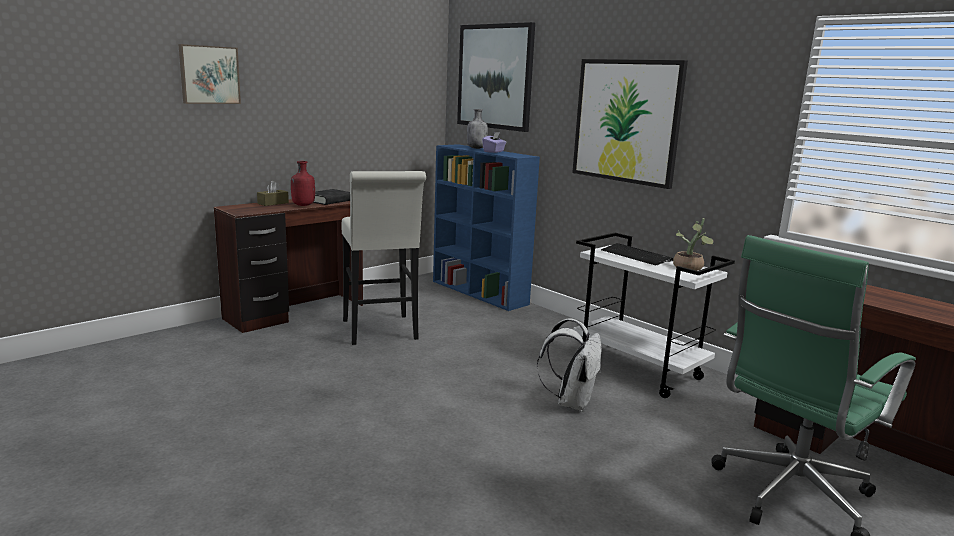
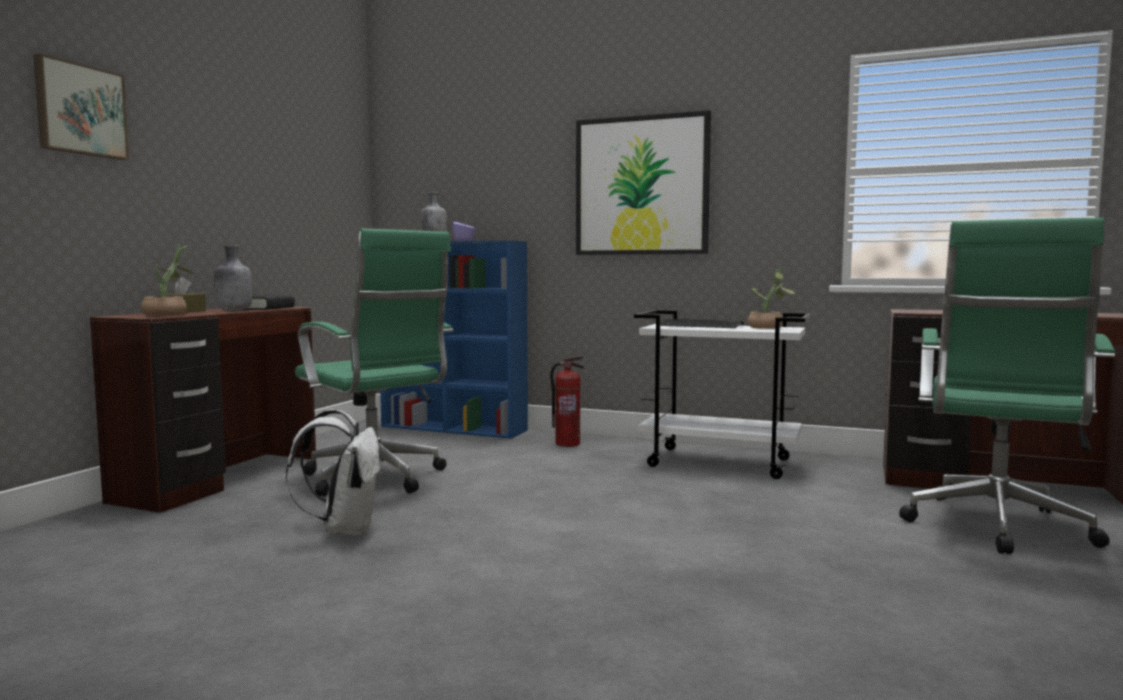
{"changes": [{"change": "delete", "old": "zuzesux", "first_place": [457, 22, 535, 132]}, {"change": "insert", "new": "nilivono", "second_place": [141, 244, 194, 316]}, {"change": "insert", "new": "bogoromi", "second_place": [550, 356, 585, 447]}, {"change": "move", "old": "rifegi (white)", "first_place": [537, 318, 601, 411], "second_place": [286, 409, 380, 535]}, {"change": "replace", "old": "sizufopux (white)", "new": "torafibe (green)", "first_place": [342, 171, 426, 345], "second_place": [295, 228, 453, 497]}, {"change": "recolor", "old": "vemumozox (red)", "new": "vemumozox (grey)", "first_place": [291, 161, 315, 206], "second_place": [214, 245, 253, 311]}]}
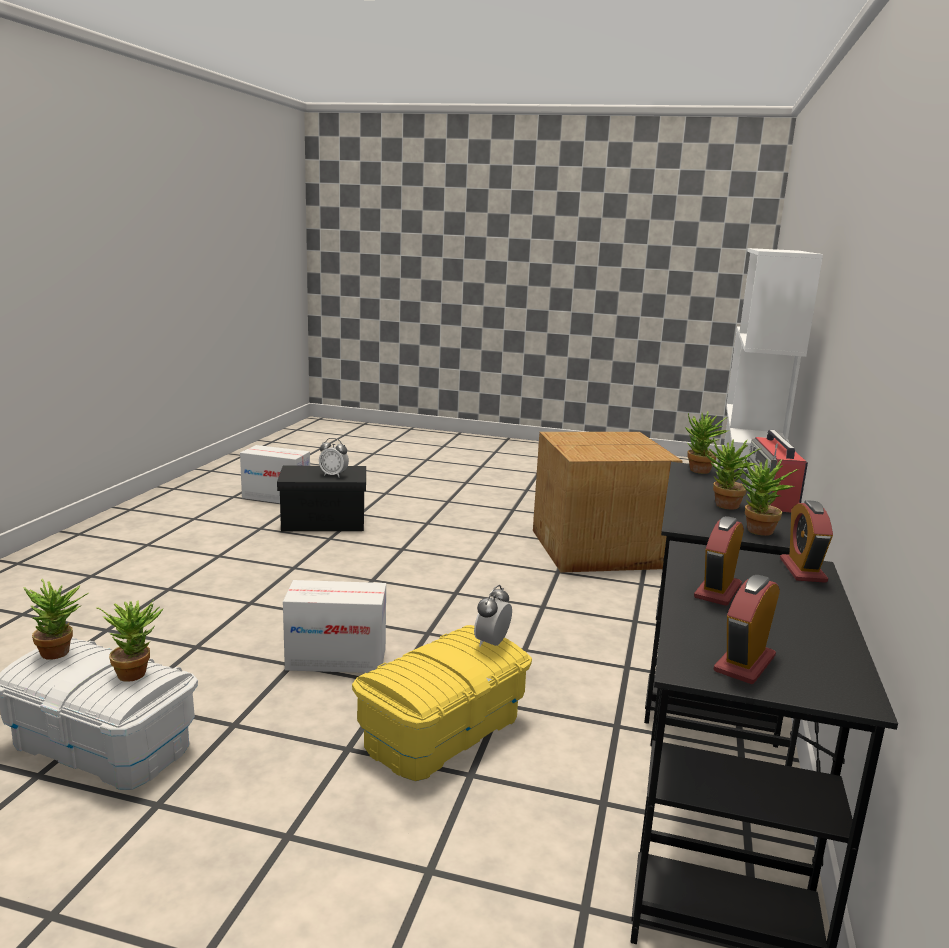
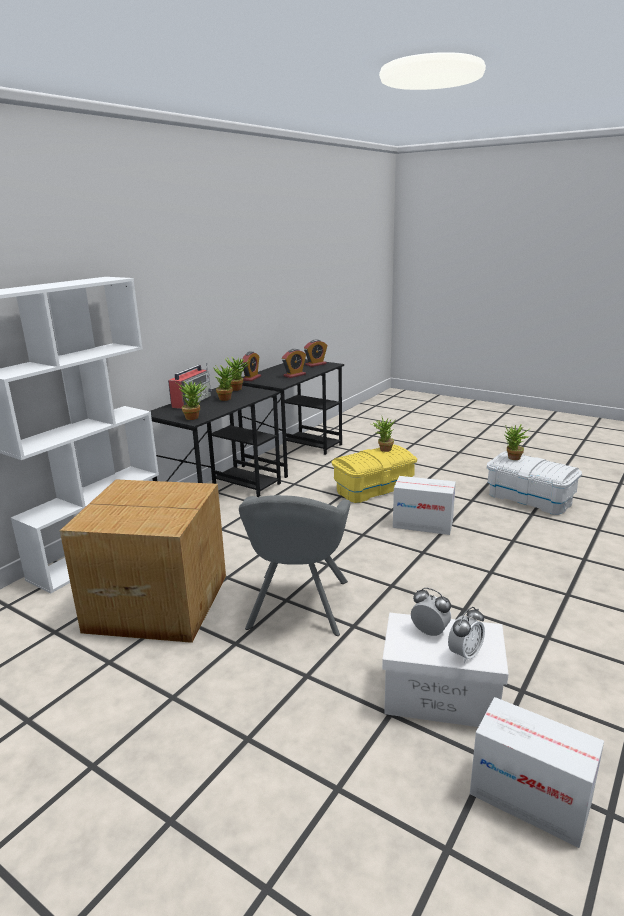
{"changes": [{"change": "insert", "new": "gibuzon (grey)", "second_place": [239, 495, 351, 636]}, {"change": "move", "old": "nilivono", "first_place": [23, 579, 89, 660], "second_place": [371, 417, 395, 452]}, {"change": "move", "old": "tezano", "first_place": [474, 585, 512, 647], "second_place": [448, 607, 485, 663]}, {"change": "recolor", "old": "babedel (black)", "new": "babedel (white)", "first_place": [277, 466, 366, 531], "second_place": [382, 613, 509, 727]}]}
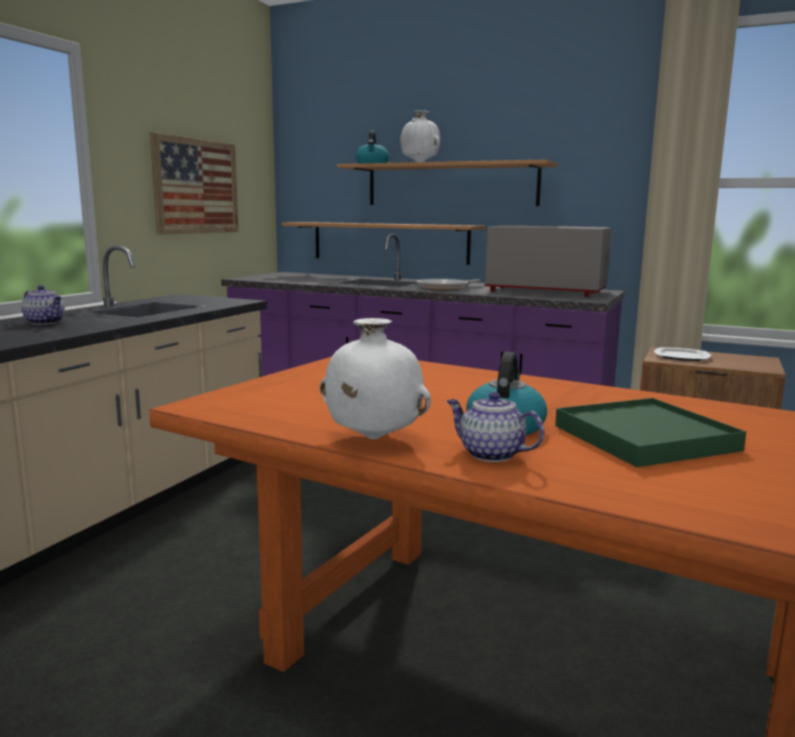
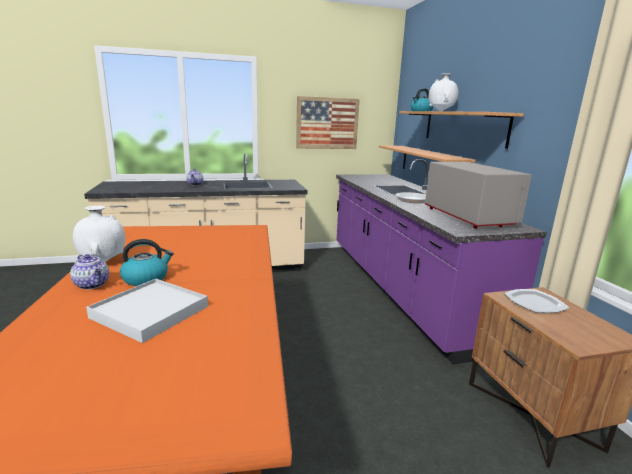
{"changes": [{"change": "recolor", "old": "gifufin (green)", "new": "gifufin (white)", "first_place": [555, 398, 746, 467], "second_place": [86, 279, 208, 343]}, {"change": "rotate", "old": "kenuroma", "first_place": [447, 392, 545, 462], "second_place": [70, 254, 109, 289], "degrees": 135}]}
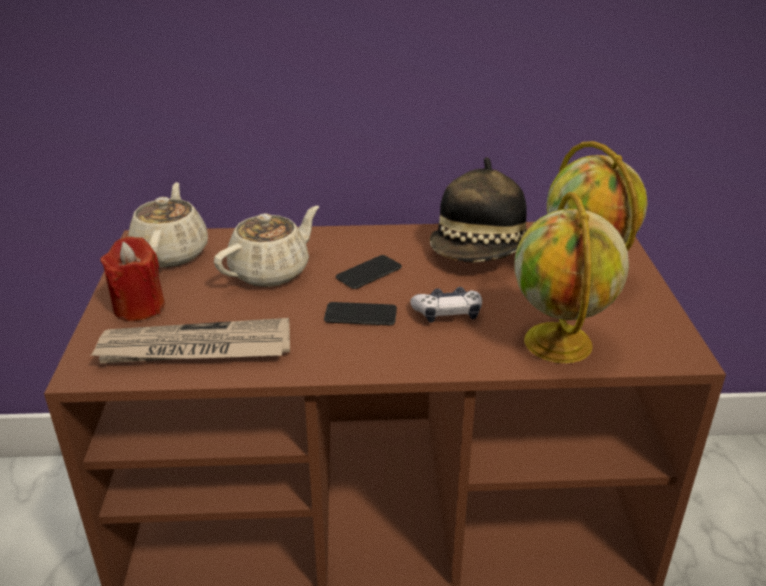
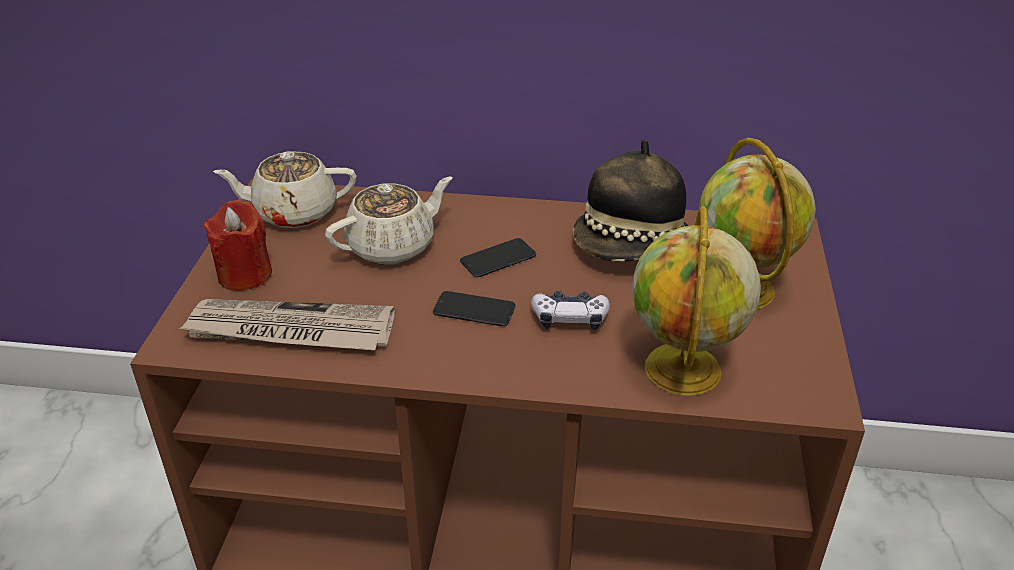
{"changes": [{"change": "rotate", "old": "kenuroma (beige)", "first_place": [128, 182, 208, 267], "second_place": [213, 151, 357, 228], "degrees": -105}]}
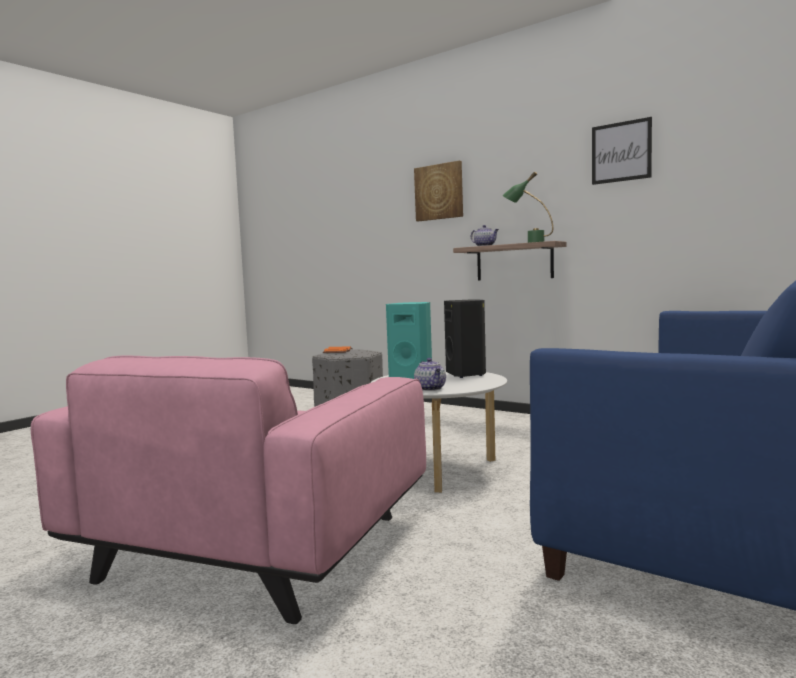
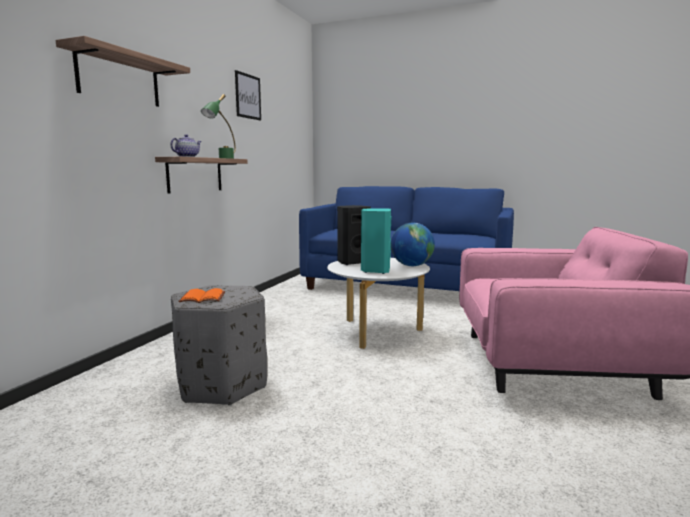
{"changes": [{"change": "replace", "old": "zuzesux", "new": "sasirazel", "first_place": [414, 161, 463, 221], "second_place": [56, 36, 190, 107]}, {"change": "replace", "old": "kenuroma", "new": "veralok", "first_place": [414, 358, 446, 391], "second_place": [391, 223, 435, 266]}]}
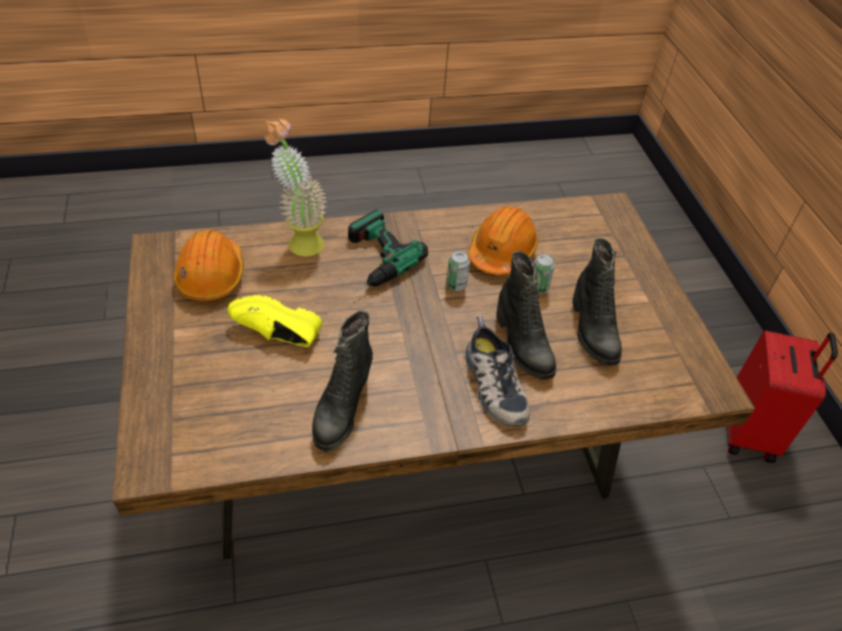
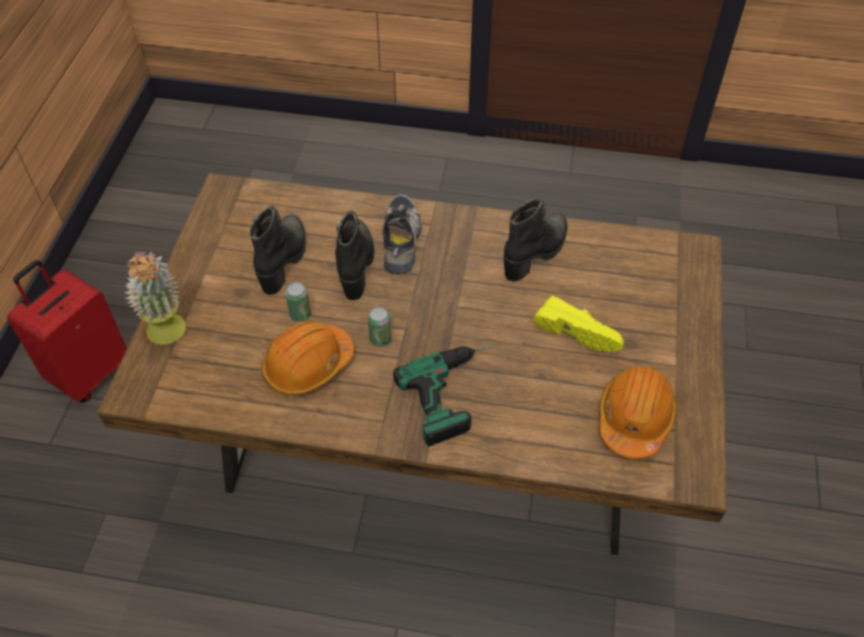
{"changes": [{"change": "move", "old": "nilivono", "first_place": [264, 119, 327, 256], "second_place": [124, 251, 186, 345]}]}
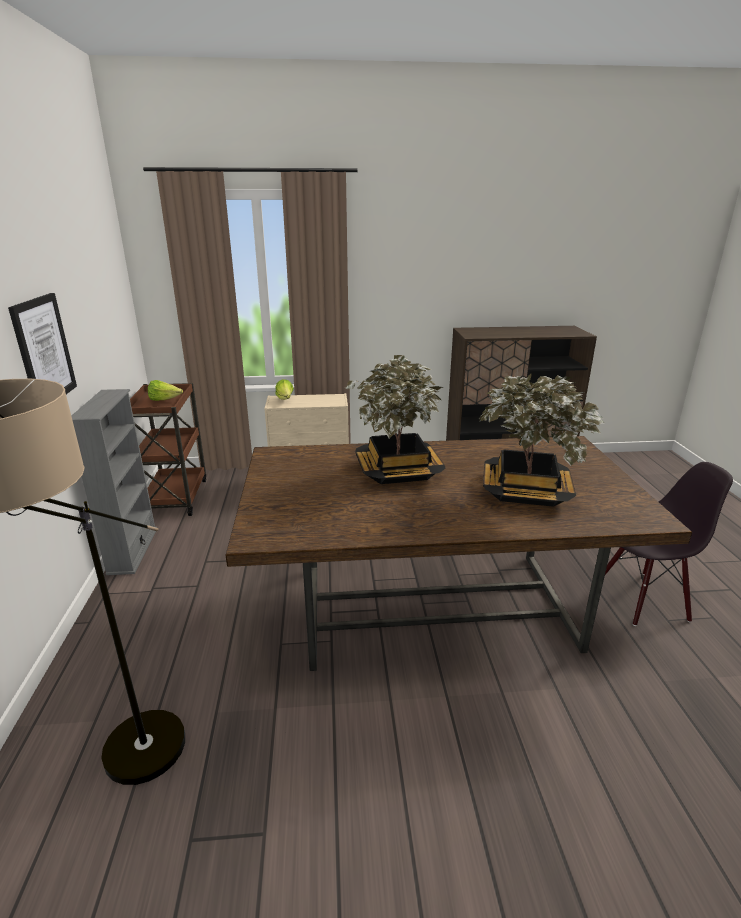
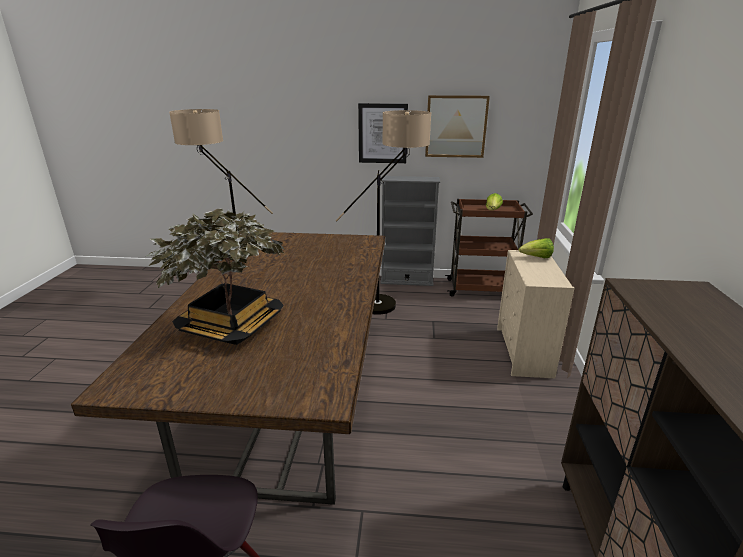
{"changes": [{"change": "delete", "old": "nilivono", "first_place": [345, 355, 445, 484]}, {"change": "insert", "new": "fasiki", "second_place": [336, 110, 431, 315]}, {"change": "insert", "new": "zuzesux", "second_place": [425, 95, 490, 158]}]}
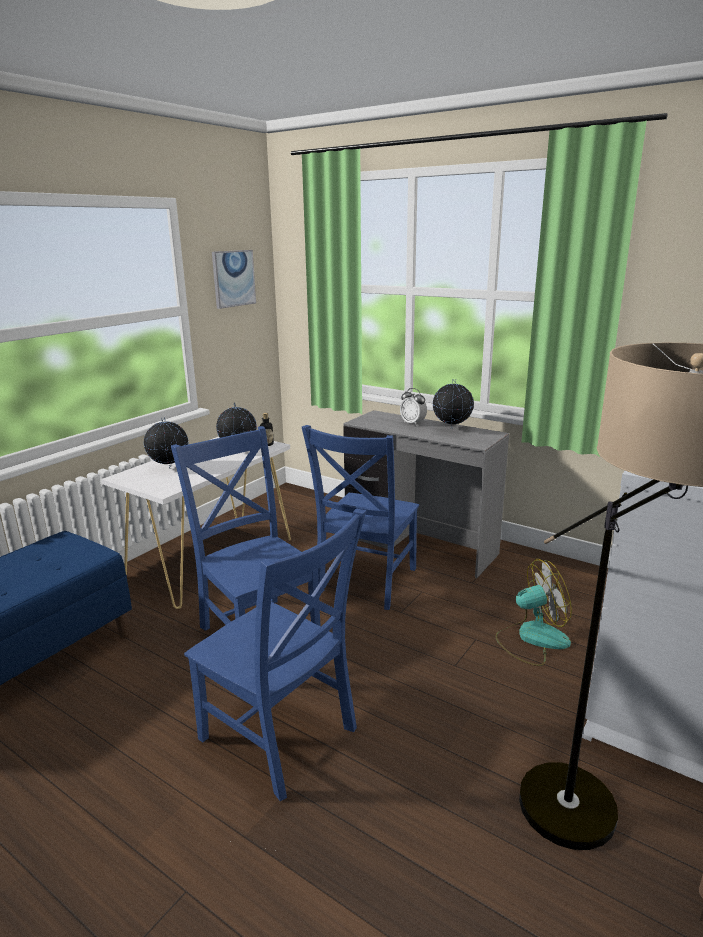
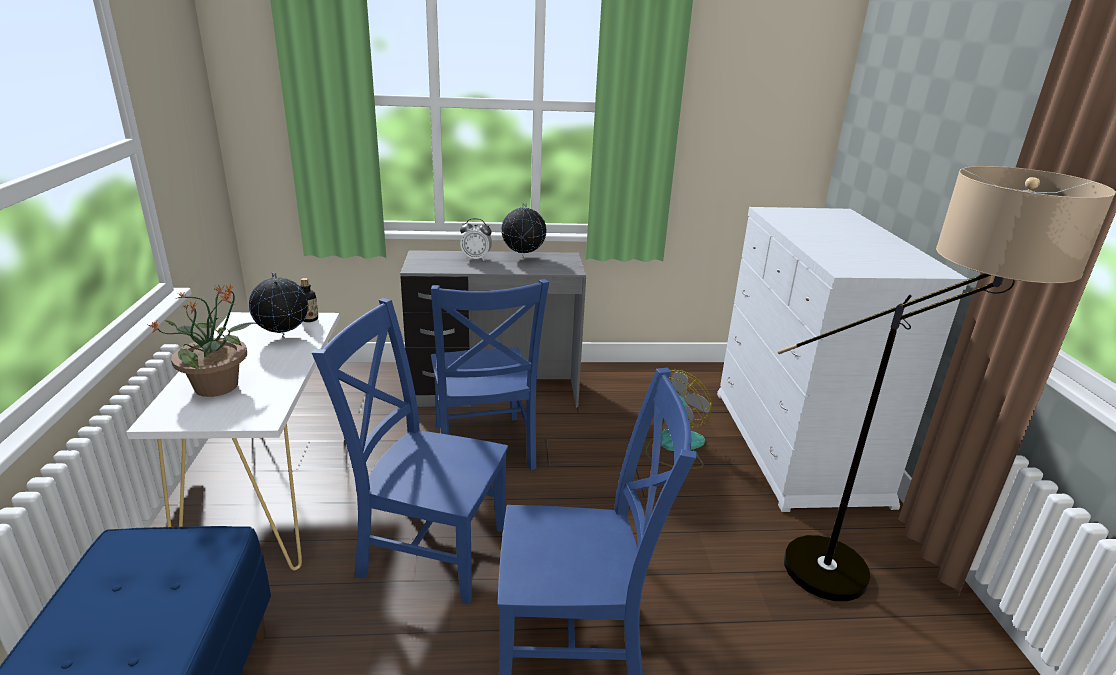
{"changes": [{"change": "delete", "old": "zuzesux", "first_place": [212, 250, 256, 309]}, {"change": "replace", "old": "veralok", "new": "nilivono", "first_place": [144, 417, 189, 469], "second_place": [149, 285, 257, 397]}]}
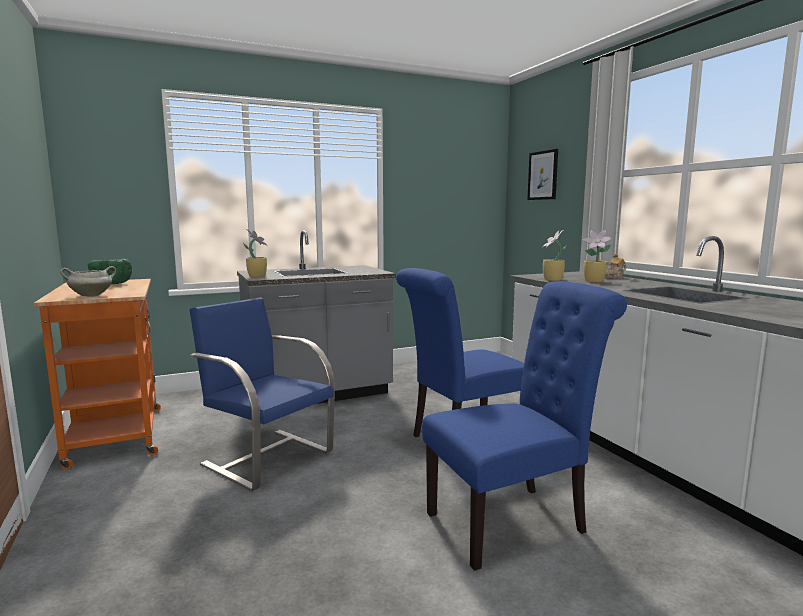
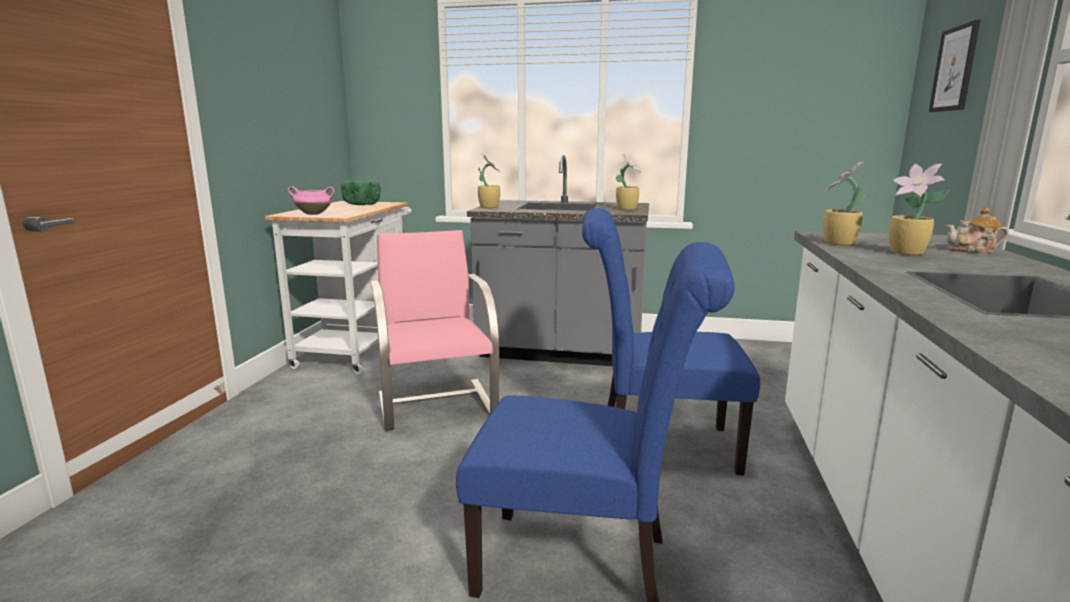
{"changes": [{"change": "insert", "new": "nilivono", "second_place": [616, 154, 642, 210]}, {"change": "recolor", "old": "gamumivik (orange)", "new": "gamumivik (white)", "first_place": [34, 279, 161, 470], "second_place": [265, 201, 411, 374]}, {"change": "recolor", "old": "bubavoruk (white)", "new": "bubavoruk (pink)", "first_place": [60, 266, 116, 297], "second_place": [288, 186, 335, 215]}, {"change": "recolor", "old": "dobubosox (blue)", "new": "dobubosox (pink)", "first_place": [189, 297, 335, 491], "second_place": [370, 230, 499, 431]}]}
